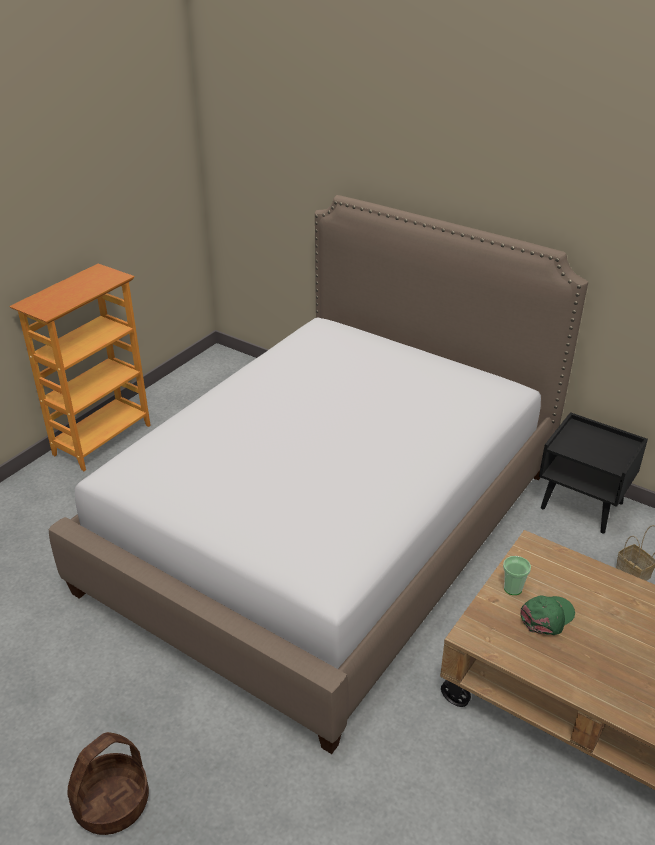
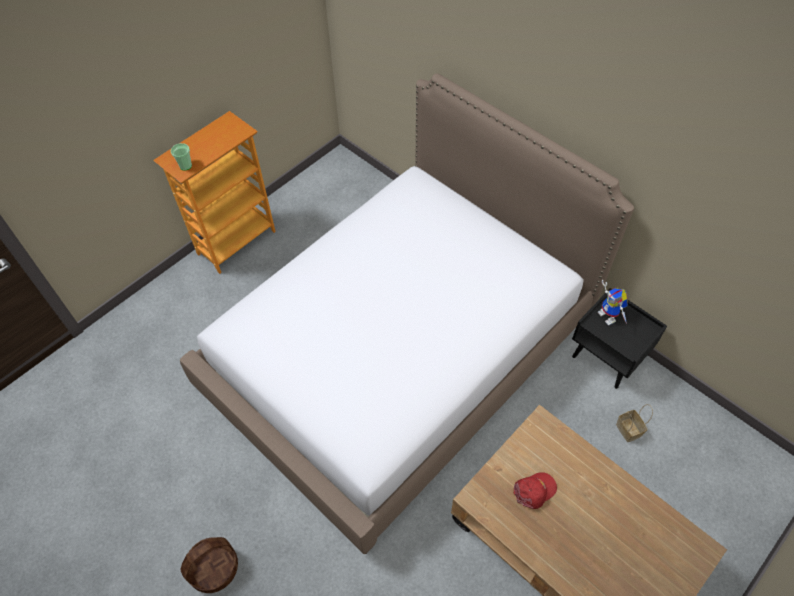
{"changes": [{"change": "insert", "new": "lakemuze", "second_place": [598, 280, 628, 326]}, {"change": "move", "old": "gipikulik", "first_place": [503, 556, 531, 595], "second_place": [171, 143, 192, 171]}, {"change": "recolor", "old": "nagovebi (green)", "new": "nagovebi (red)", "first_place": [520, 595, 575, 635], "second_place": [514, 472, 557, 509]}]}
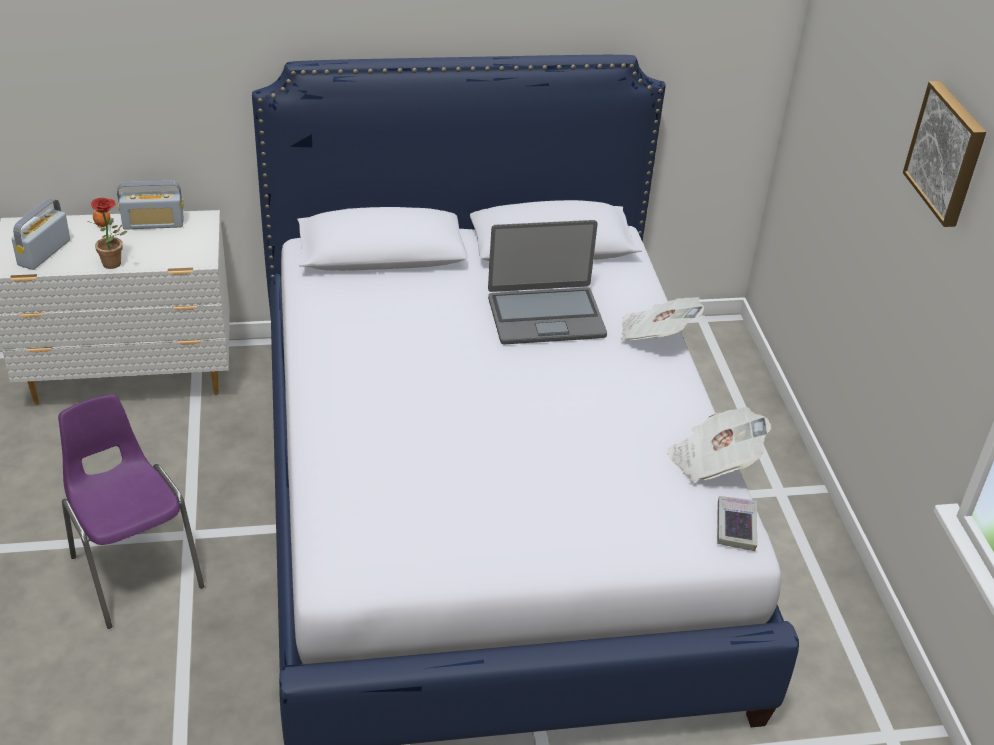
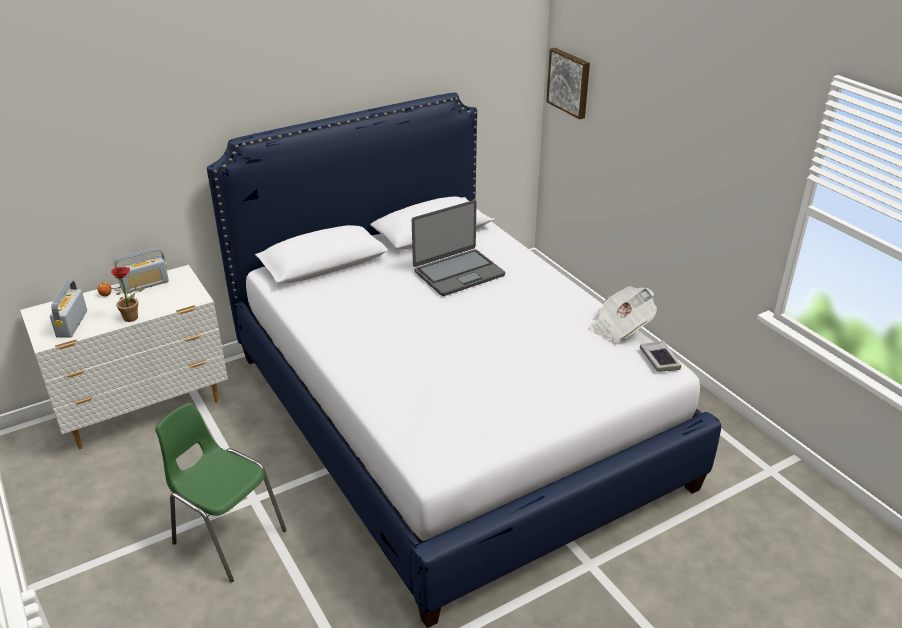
{"changes": [{"change": "delete", "old": "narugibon", "first_place": [621, 297, 704, 340]}, {"change": "move", "old": "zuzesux", "first_place": [903, 81, 986, 227], "second_place": [546, 48, 590, 119]}, {"change": "recolor", "old": "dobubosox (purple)", "new": "dobubosox (green)", "first_place": [58, 394, 204, 629], "second_place": [155, 403, 287, 582]}]}
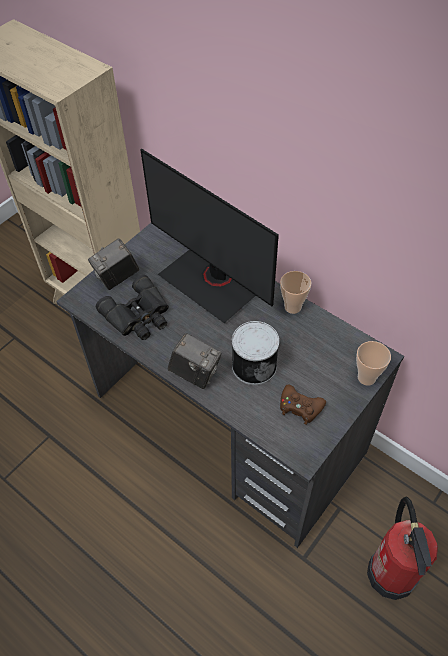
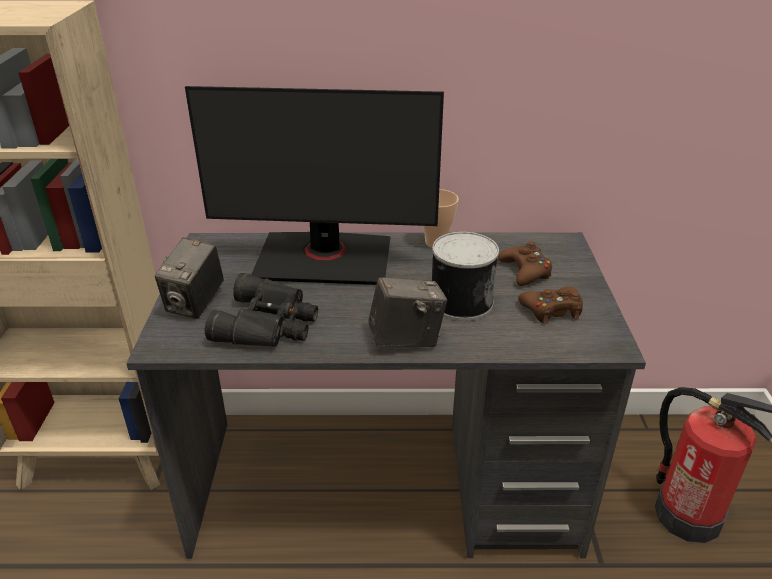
{"changes": [{"change": "delete", "old": "gipikulik", "first_place": [356, 341, 391, 386]}, {"change": "insert", "new": "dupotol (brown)", "second_place": [498, 241, 552, 286]}]}
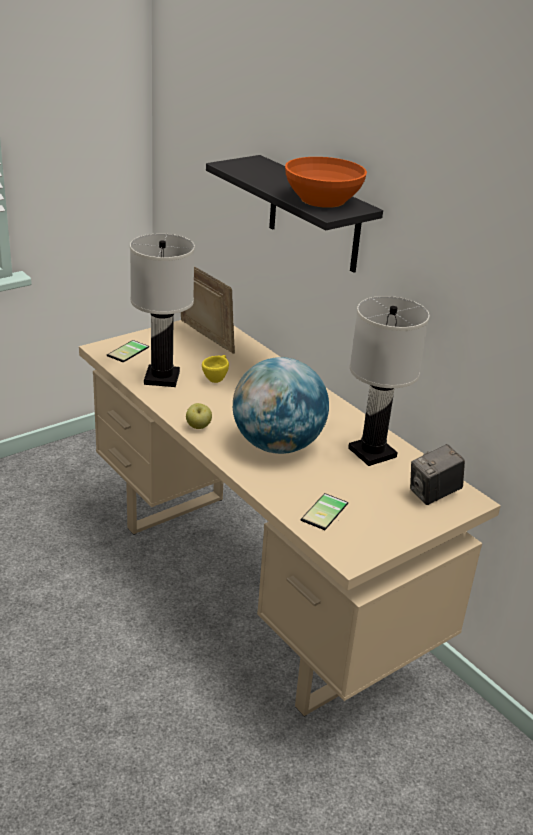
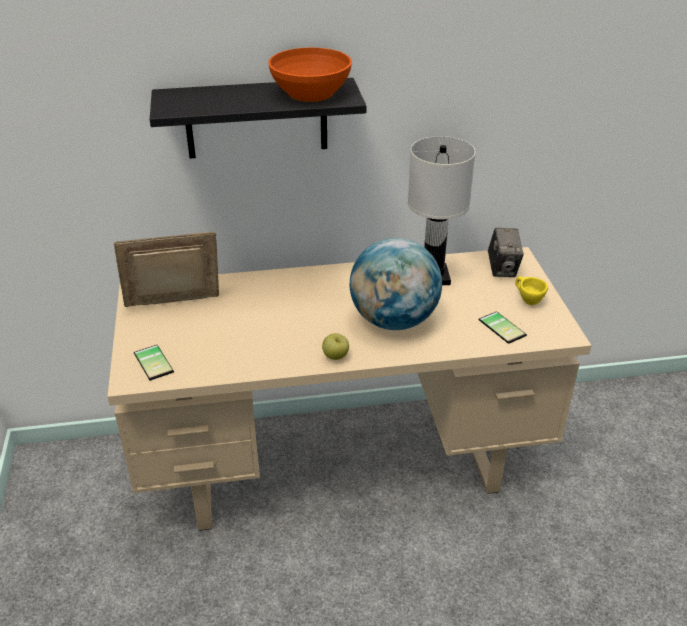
{"changes": [{"change": "delete", "old": "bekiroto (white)", "first_place": [130, 233, 195, 387]}, {"change": "move", "old": "gipikulik (yellow)", "first_place": [202, 355, 229, 383], "second_place": [515, 276, 548, 305]}]}
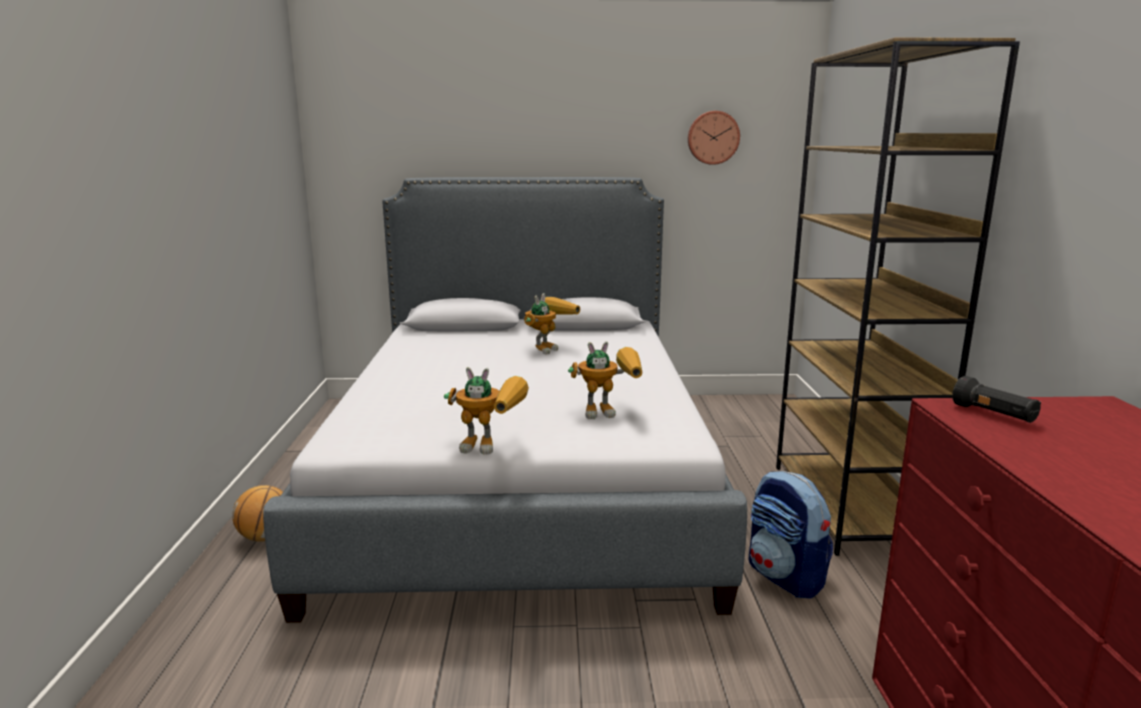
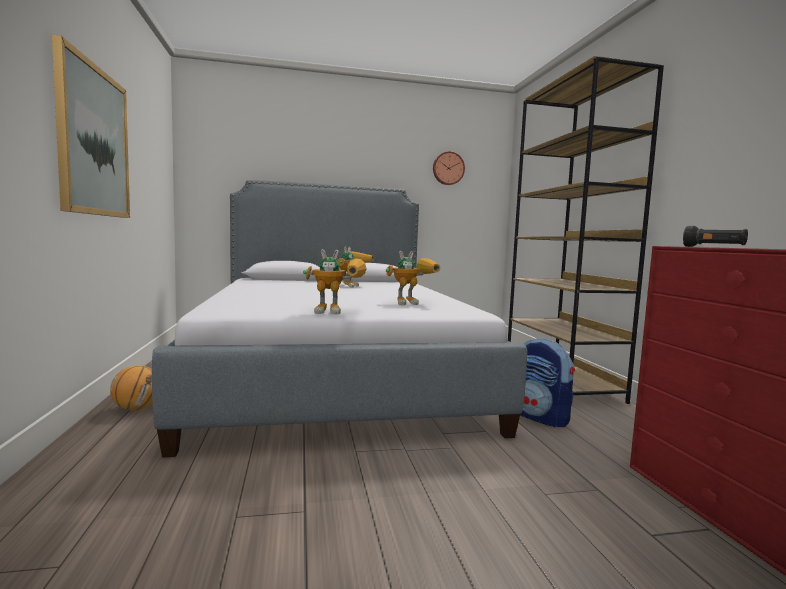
{"changes": [{"change": "insert", "new": "zuzesux", "second_place": [52, 35, 130, 218]}]}
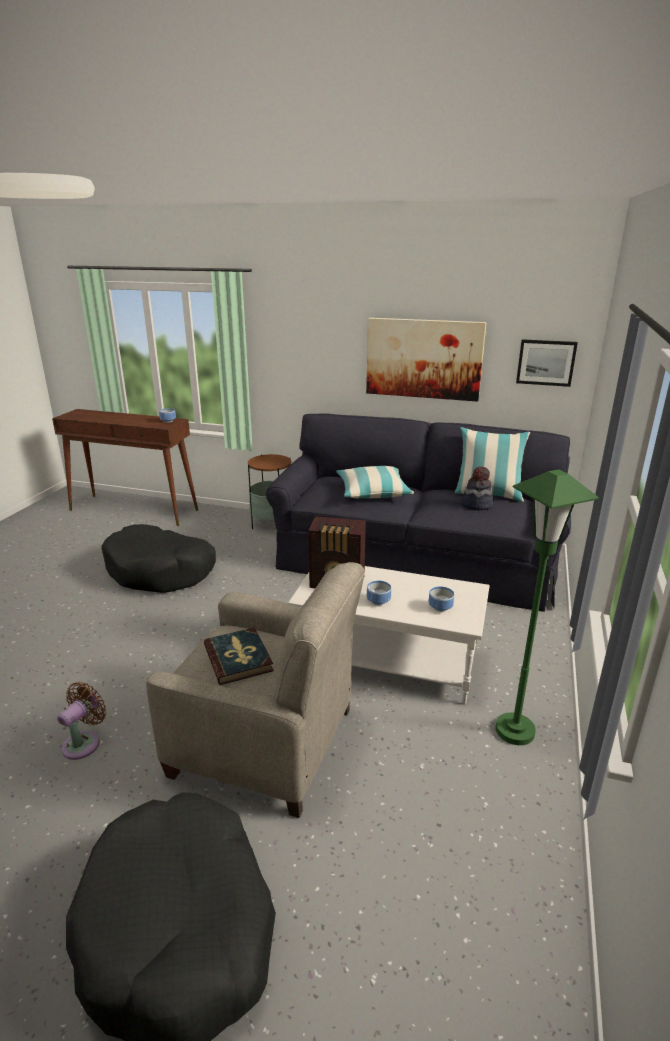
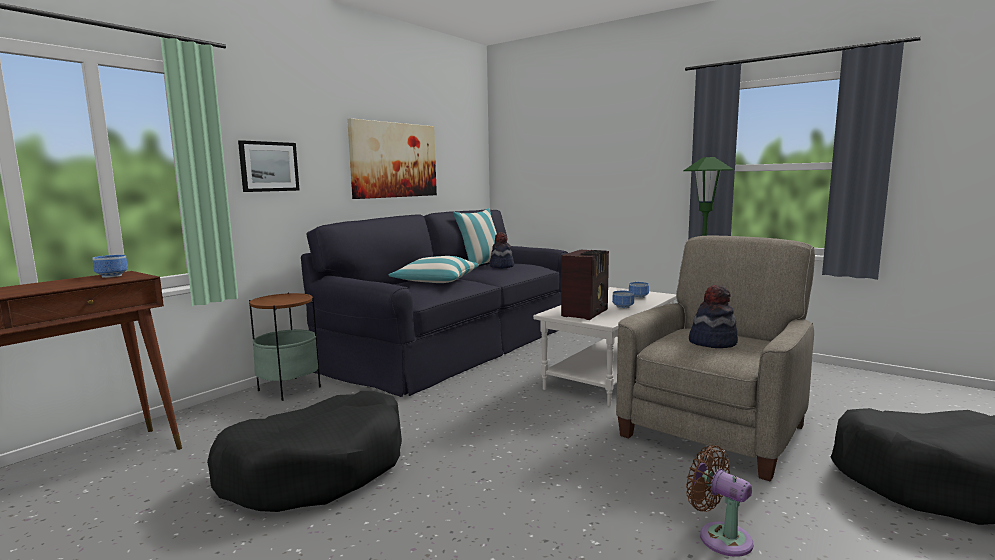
{"changes": [{"change": "move", "old": "zuzesux", "first_place": [516, 339, 578, 387], "second_place": [238, 140, 300, 192]}, {"change": "replace", "old": "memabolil", "new": "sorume", "first_place": [204, 627, 274, 685], "second_place": [689, 285, 738, 348]}]}
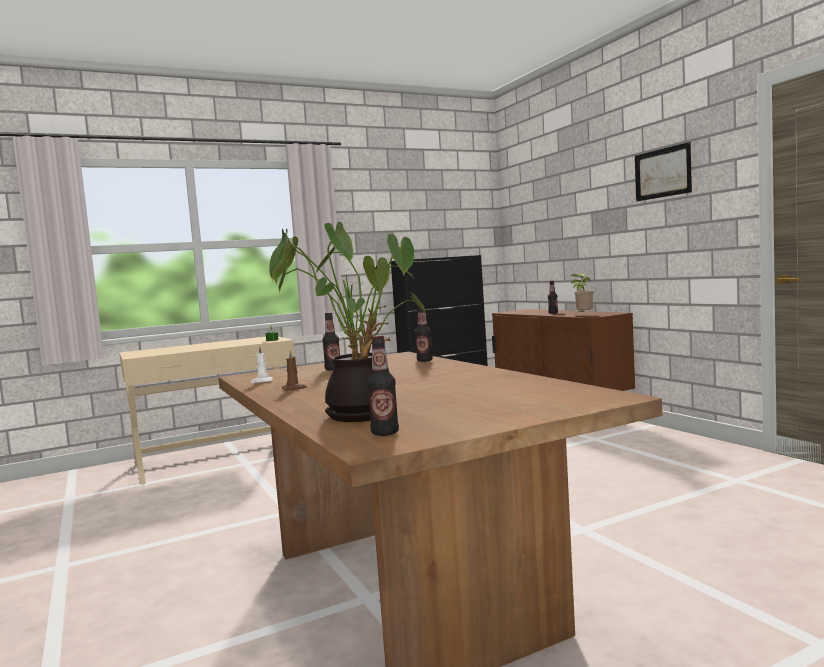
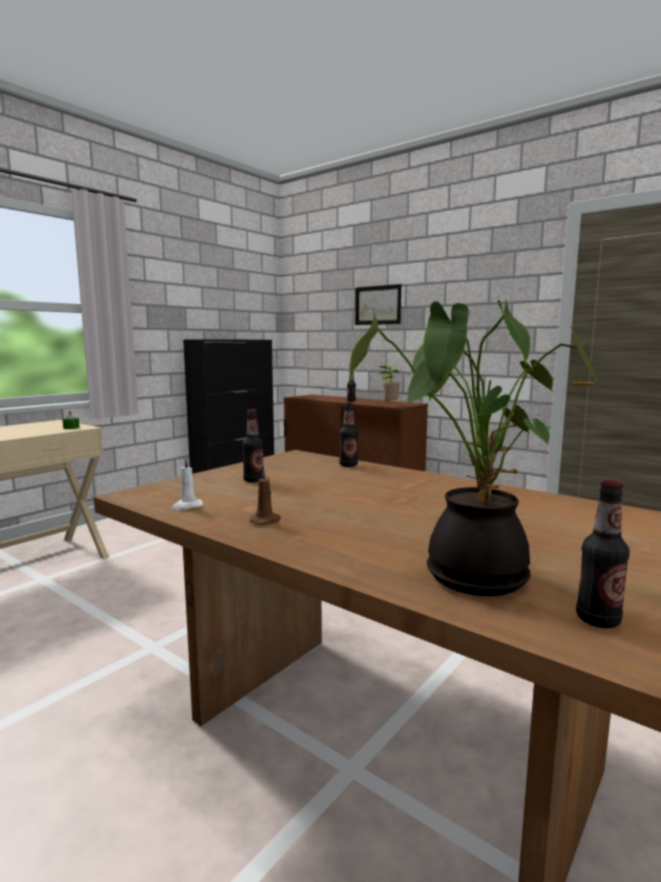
{"changes": [{"change": "move", "old": "zuzesux", "first_place": [635, 142, 692, 201], "second_place": [355, 284, 401, 325]}]}
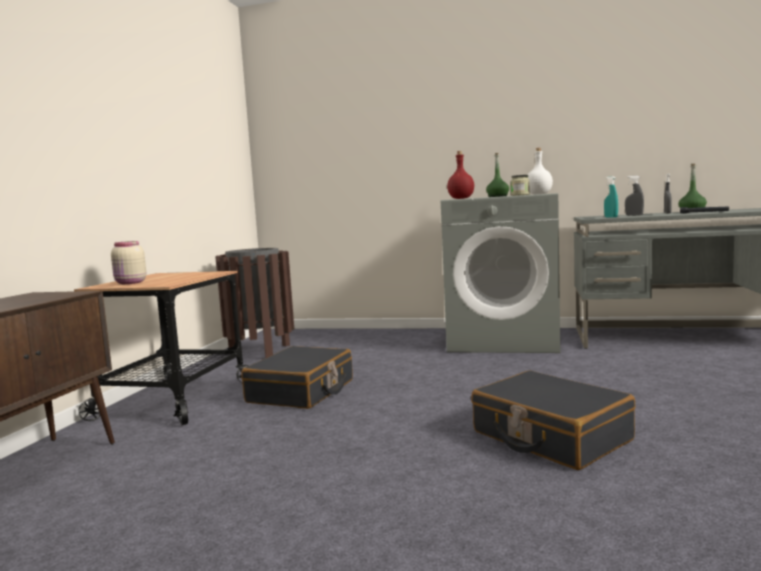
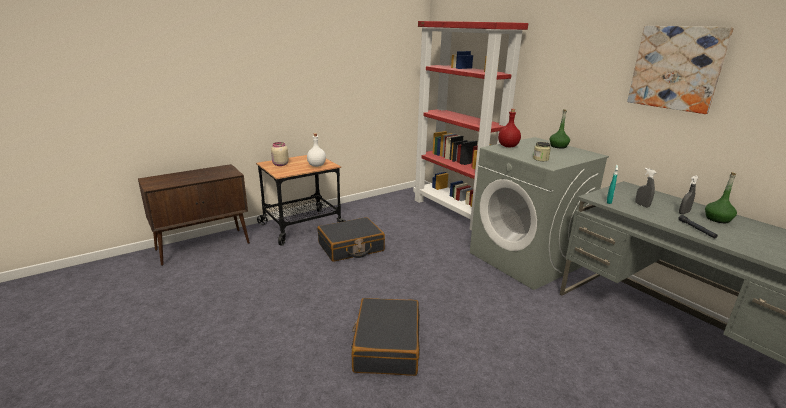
{"changes": [{"change": "delete", "old": "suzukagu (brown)", "first_place": [215, 248, 294, 359]}, {"change": "insert", "new": "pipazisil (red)", "second_place": [413, 21, 528, 231]}, {"change": "insert", "new": "zuzesux", "second_place": [627, 26, 734, 114]}, {"change": "move", "old": "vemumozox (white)", "first_place": [528, 148, 553, 195], "second_place": [307, 133, 326, 167]}]}
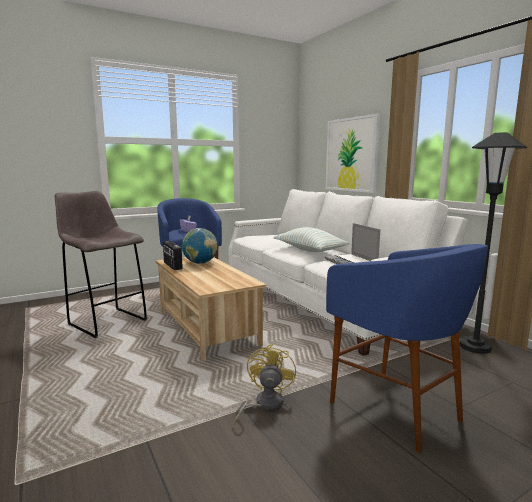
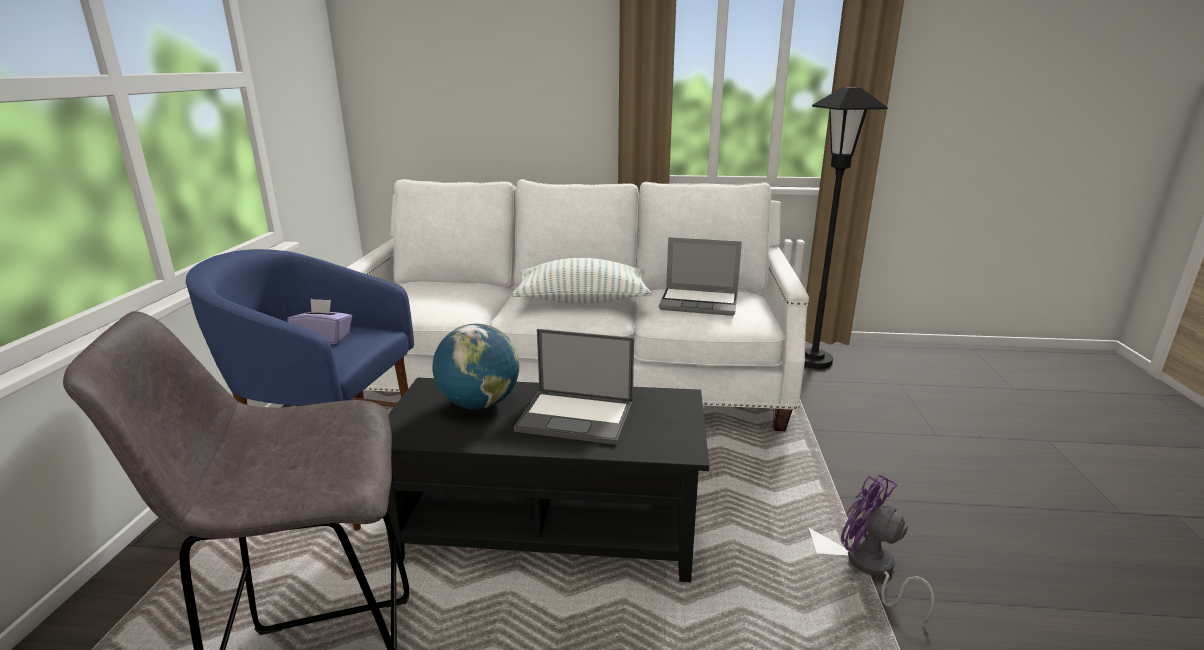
{"changes": [{"change": "delete", "old": "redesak", "first_place": [163, 241, 183, 270]}, {"change": "delete", "old": "zuzesux", "first_place": [326, 114, 380, 193]}, {"change": "delete", "old": "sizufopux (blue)", "first_place": [326, 244, 488, 453]}, {"change": "insert", "new": "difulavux", "second_place": [514, 329, 634, 445]}, {"change": "recolor", "old": "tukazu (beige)", "new": "tukazu (black)", "first_place": [156, 257, 267, 361], "second_place": [386, 378, 709, 582]}, {"change": "recolor", "old": "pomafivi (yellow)", "new": "pomafivi (purple)", "first_place": [233, 344, 296, 426], "second_place": [841, 474, 935, 624]}]}
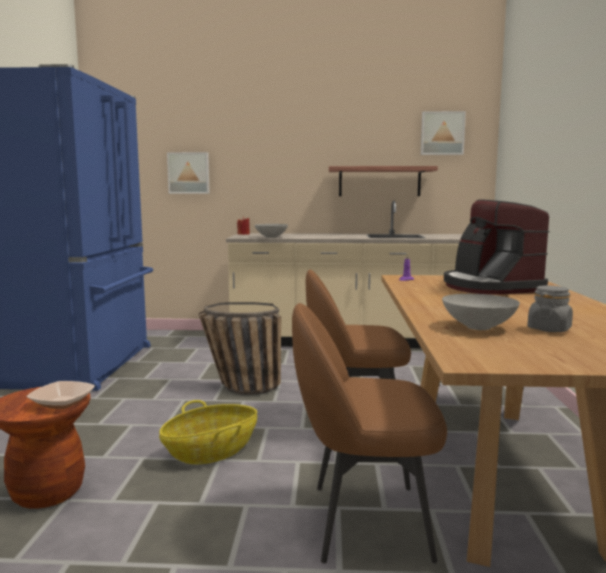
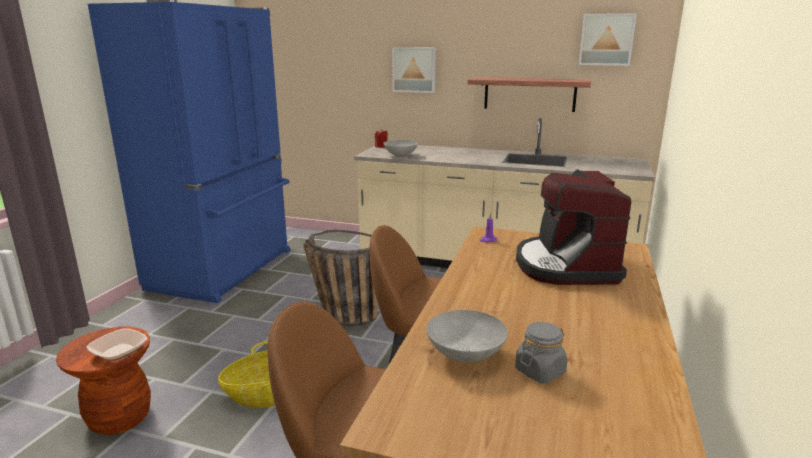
{"changes": [{"change": "move", "old": "zuzesux", "first_place": [167, 152, 210, 194], "second_place": [392, 47, 436, 93]}]}
